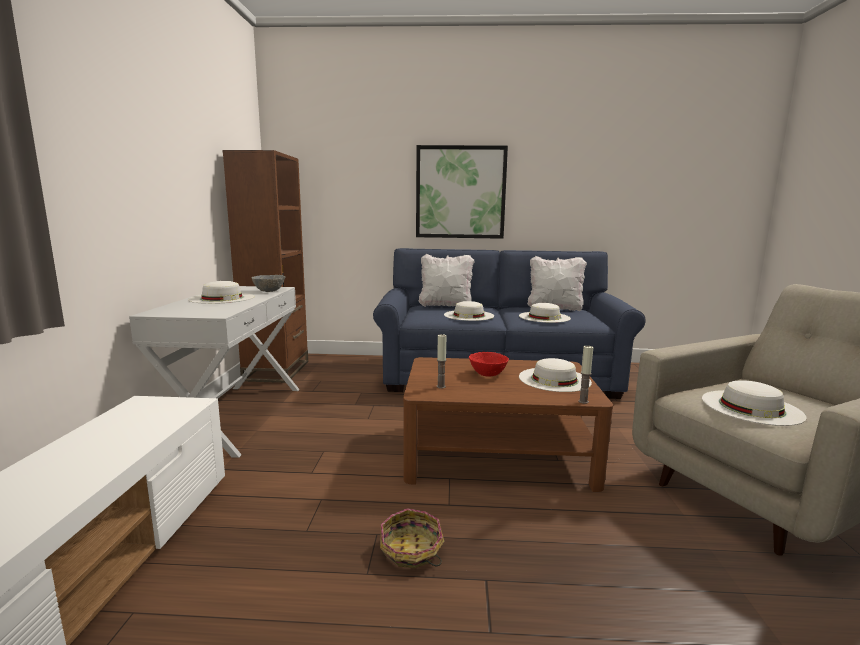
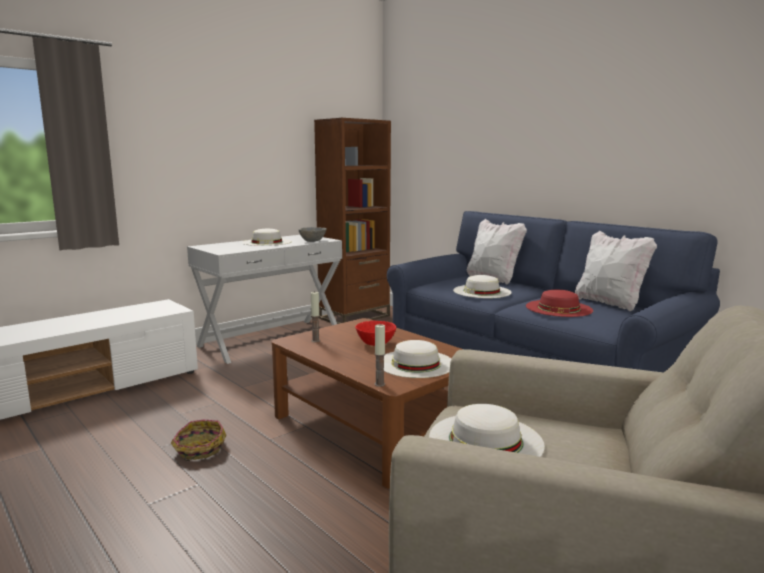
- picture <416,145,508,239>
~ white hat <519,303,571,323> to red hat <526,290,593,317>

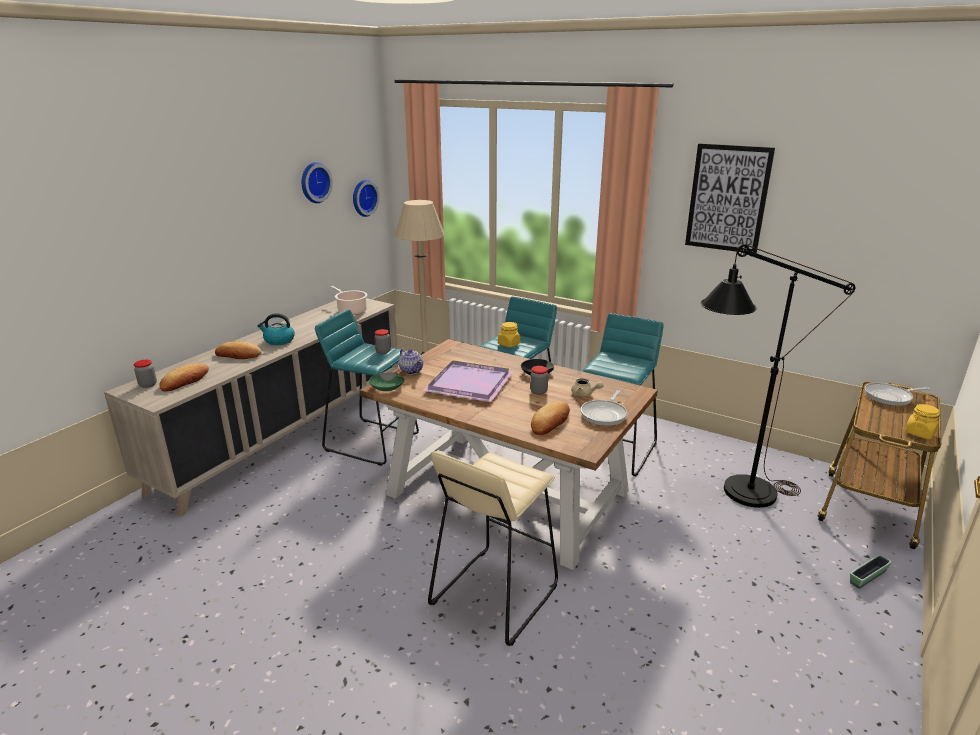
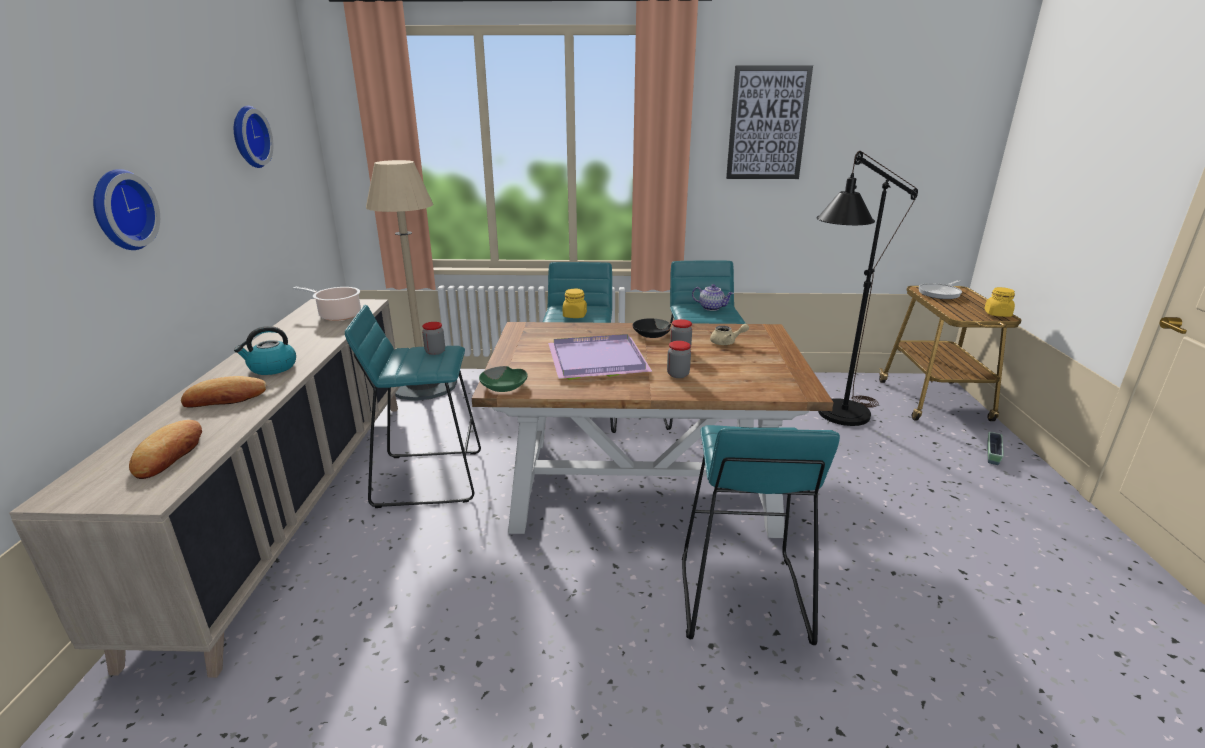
- bread <531,401,570,435>
- frying pan <581,390,627,426>
~ jar <134,360,157,388> to <667,341,691,378>
~ wall clock <353,179,379,217> to <93,169,160,250>
~ teapot <399,349,423,375> to <692,284,734,311>
~ beige stool <428,451,558,646> to turquoise stool <682,425,840,645>

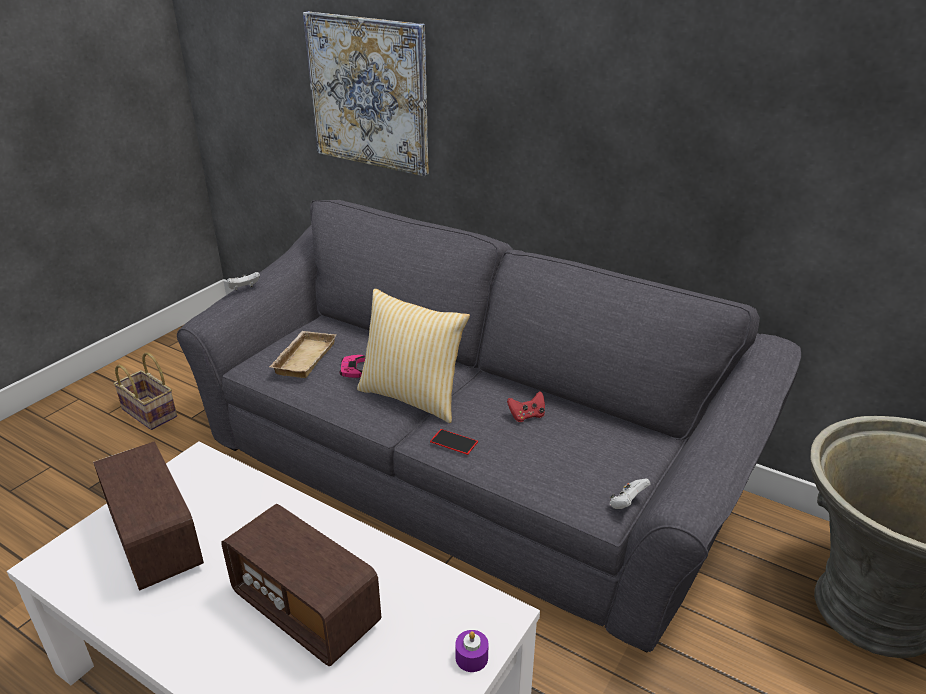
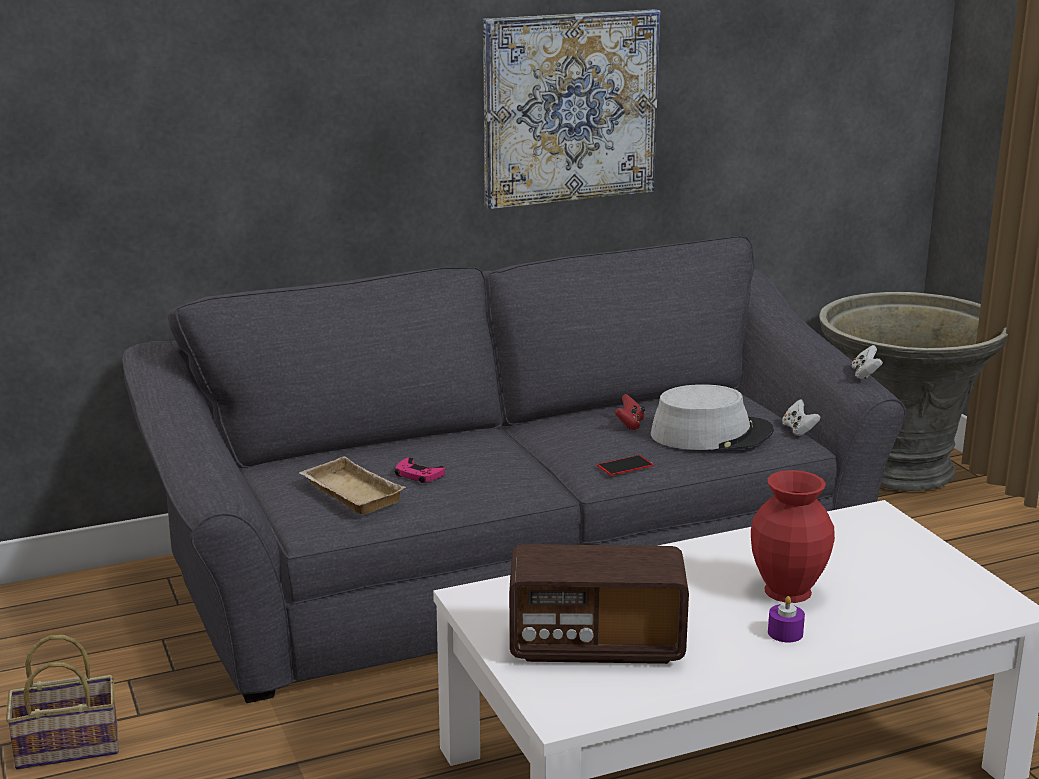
- pillow <357,289,470,423>
+ grey hat <651,384,774,450>
~ white game controller <227,272,260,290> to <852,345,883,379>
~ picture <303,11,429,176> to <483,9,660,209>
~ purple candle <455,630,488,672> to <768,596,805,642>
~ radio <221,504,381,666> to red vase <751,470,835,603>

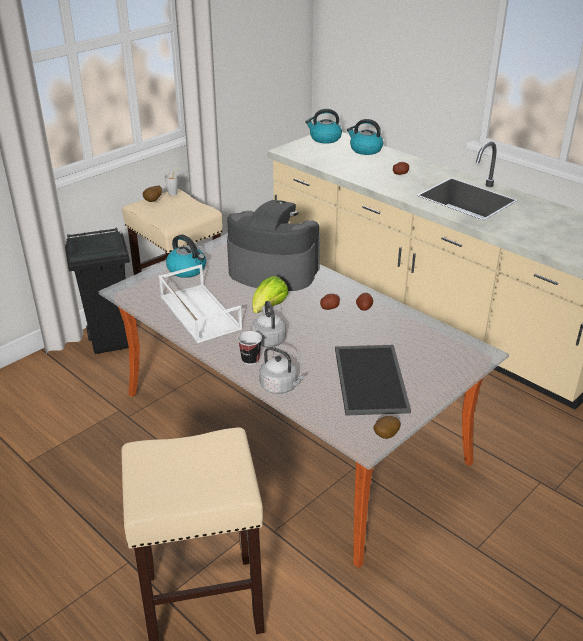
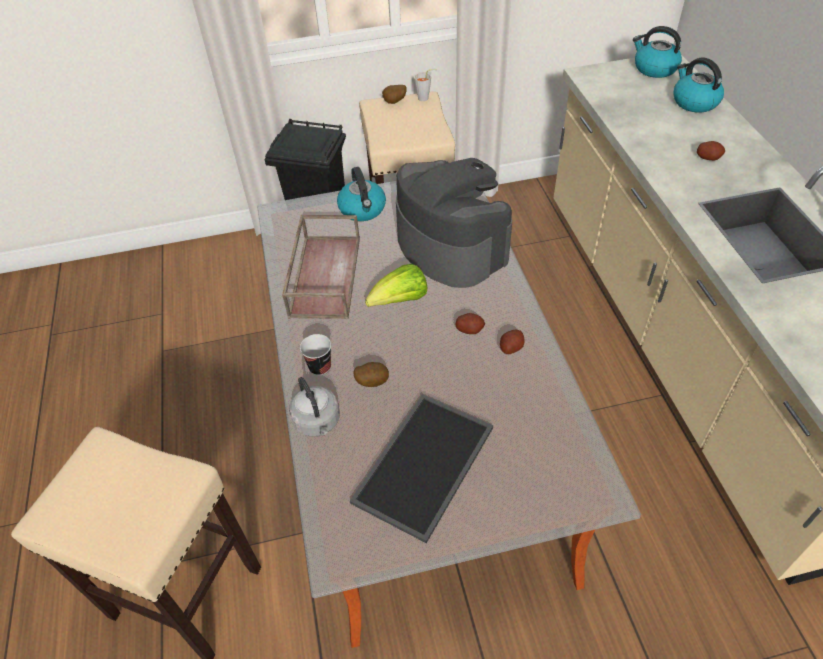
- grey kettle <251,301,286,347>
~ potato <373,416,401,439> to <353,362,389,387>
~ white tray <158,265,242,344> to brown tray <282,215,360,319>

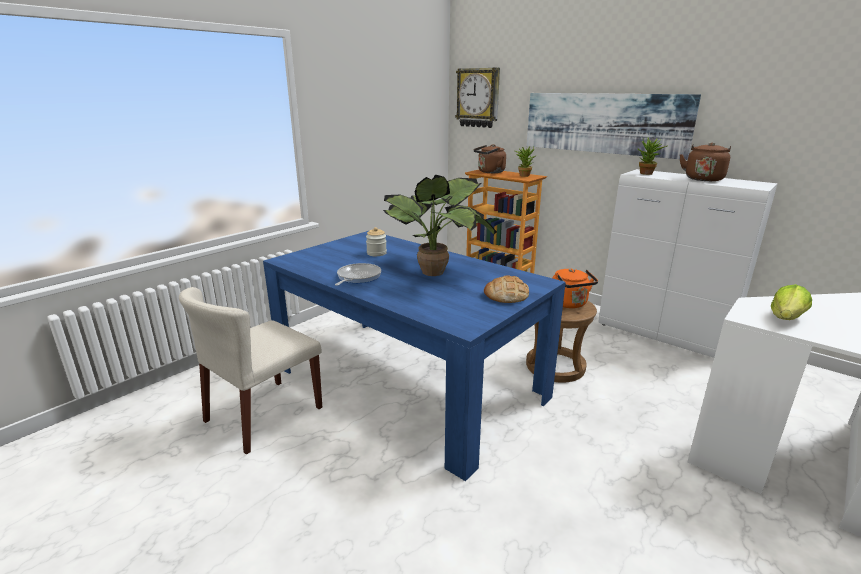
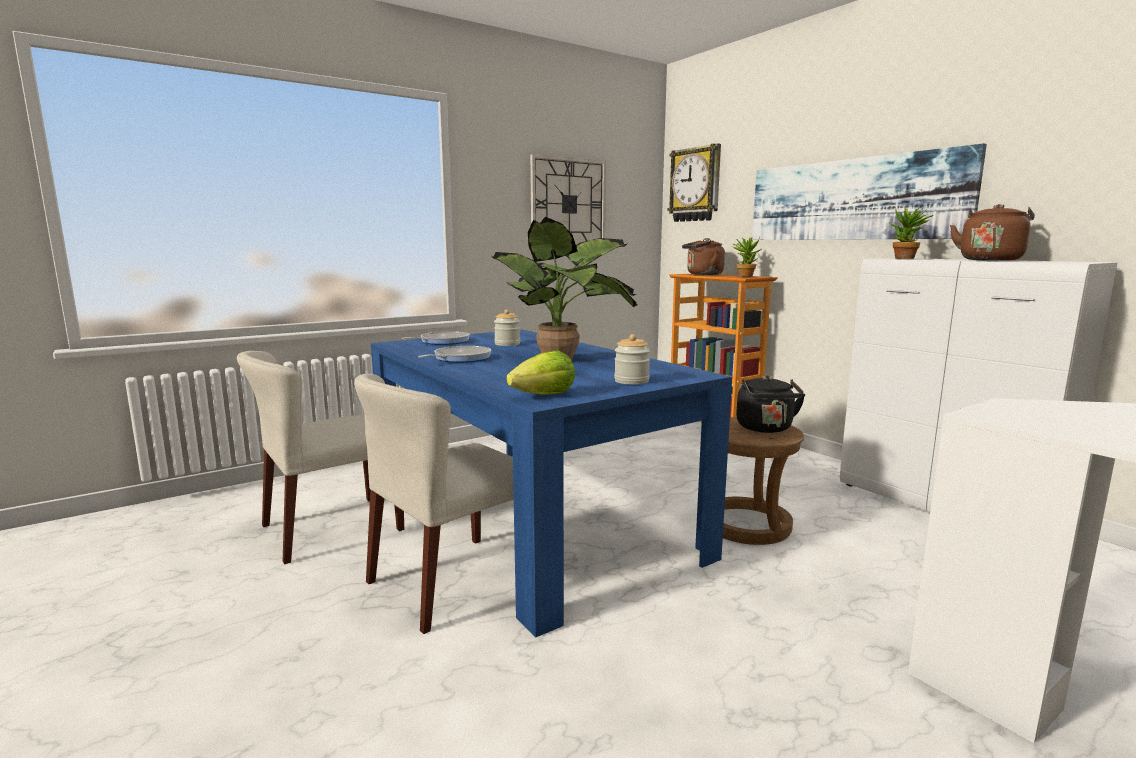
+ beige chair <354,374,514,634>
+ frying pan <401,331,470,345>
+ wall clock <530,154,606,245>
~ lettuce <771,284,812,320> to <506,351,575,395>
~ bread <484,275,529,303> to jar <614,334,650,385>
~ orange kettle <552,269,598,308> to black kettle <736,376,805,433>

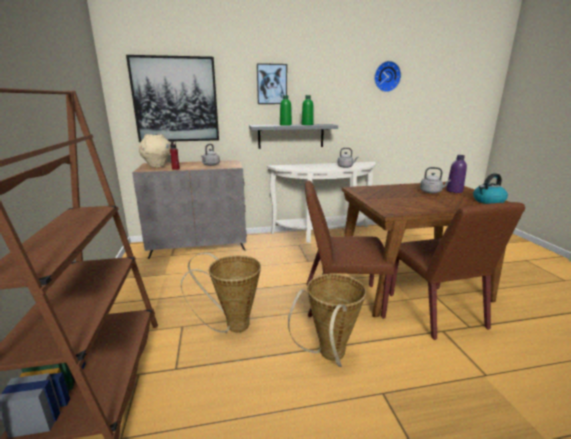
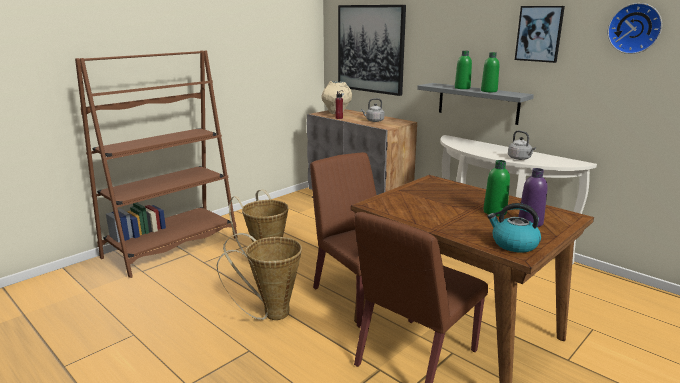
~ picture <257,63,287,104> to <515,6,565,63>
~ grey kettle <420,167,451,194> to green bottle <483,160,510,216>

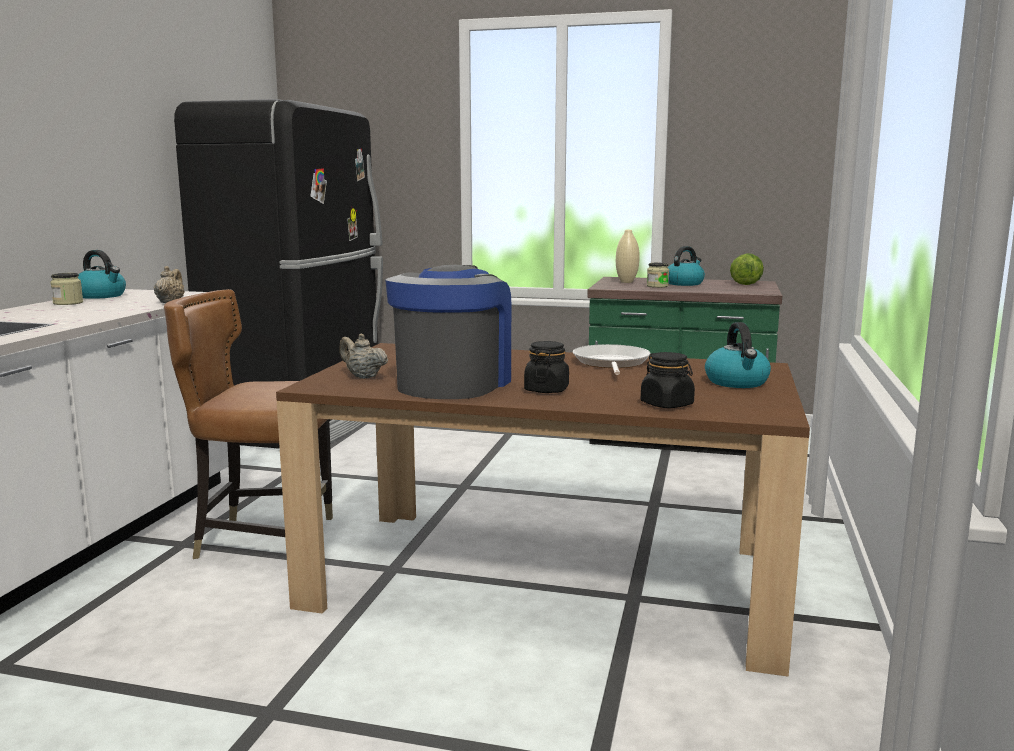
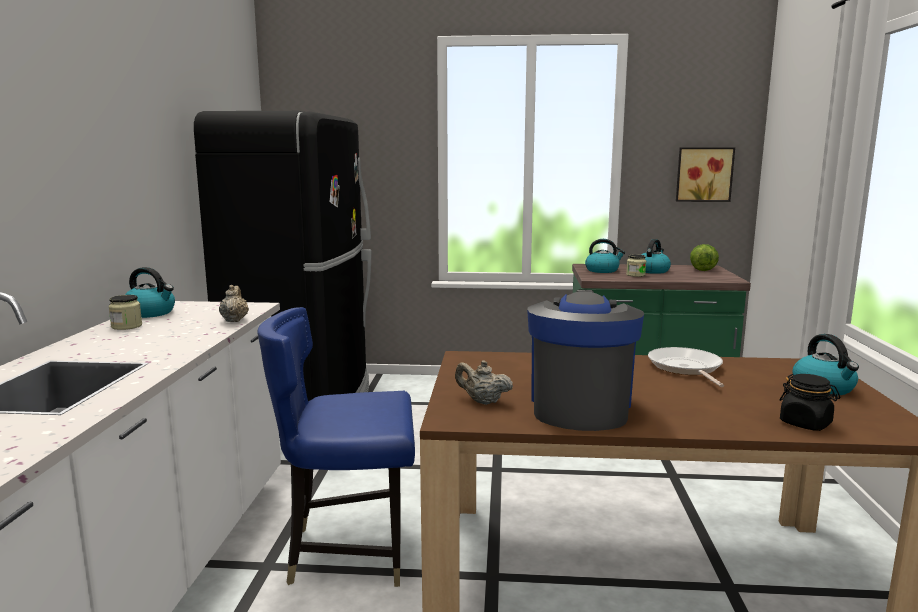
- black jar <524,341,569,393>
+ picture <676,147,735,202>
~ beige vase <616,230,640,283> to kettle <585,239,625,273>
~ brown chair <164,289,333,559> to blue chair <257,307,415,587>

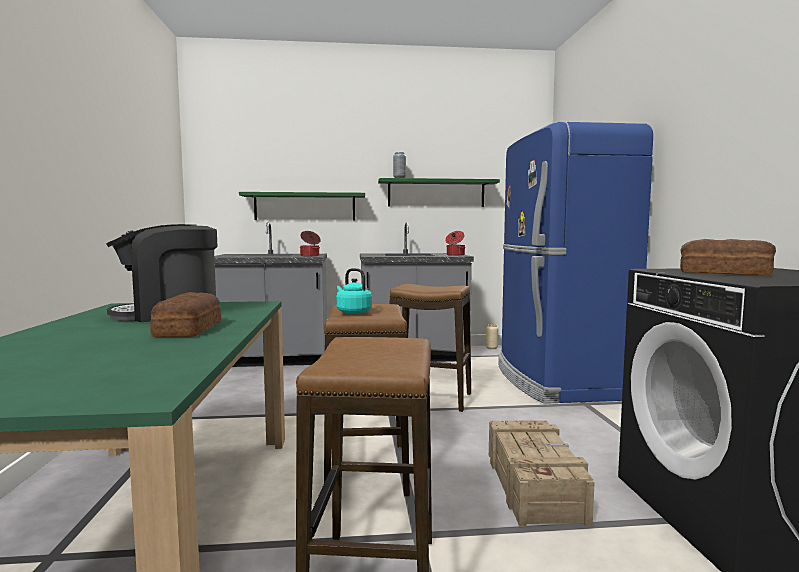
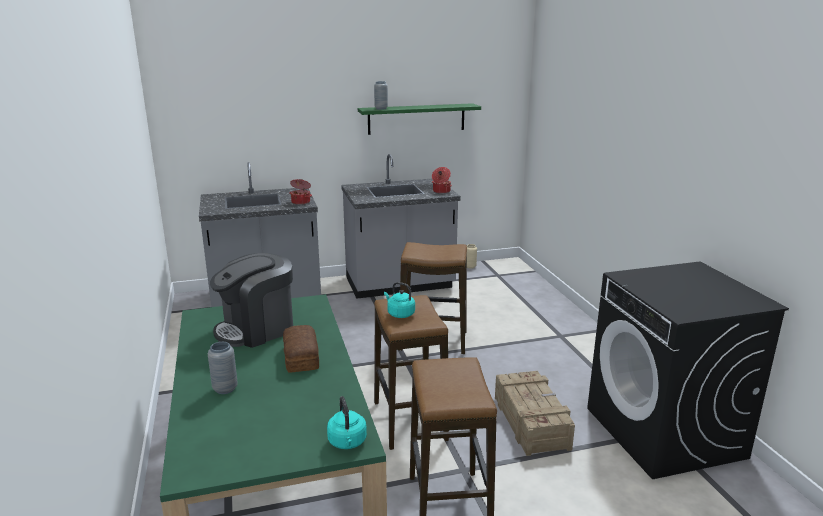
- green shelf <239,192,365,220>
- blue fridge <498,122,653,404>
- bread <680,239,776,275>
+ grey vase <208,342,238,394>
+ turquoise kettle <327,396,367,449>

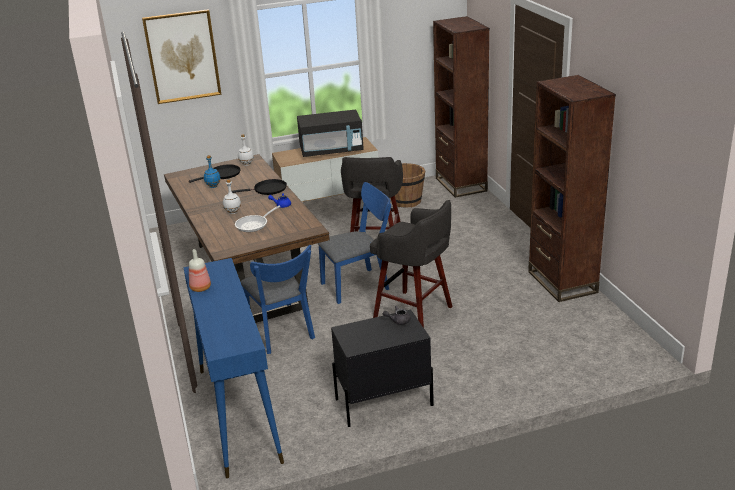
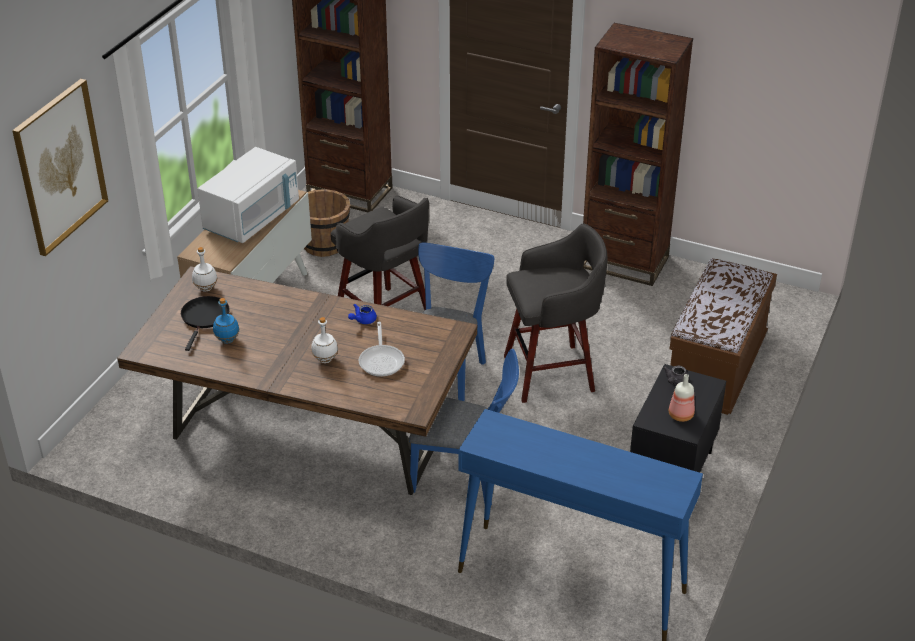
- black frying pan <232,179,287,195>
+ brown bench <670,258,777,415>
~ bottle <189,249,211,292> to <669,374,695,422>
~ black microwave <297,110,364,157> to white microwave <197,147,299,243>

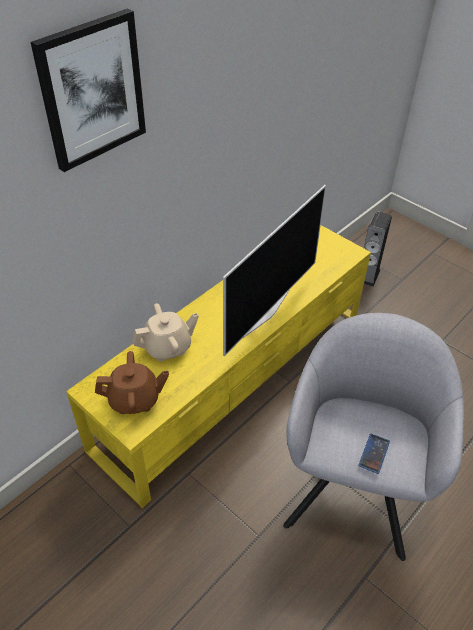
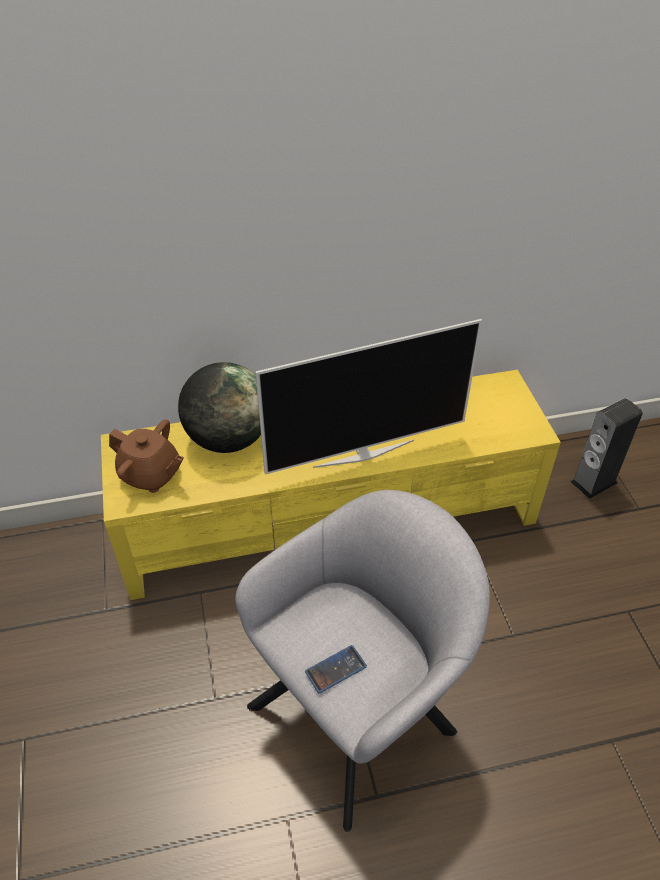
- picture <30,9,146,172>
~ beige teapot <133,303,199,362> to globe <178,362,261,453>

